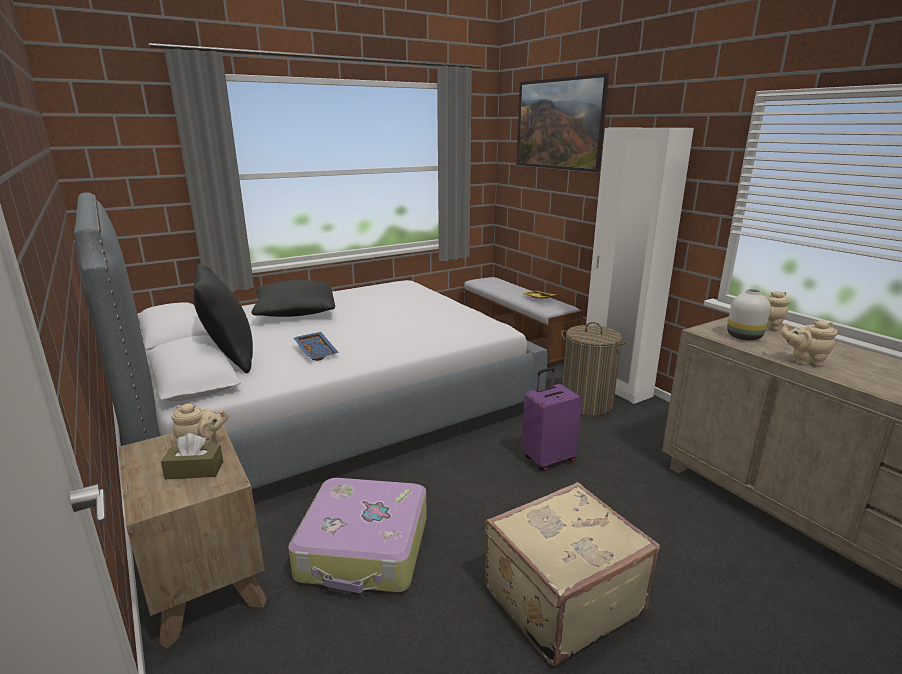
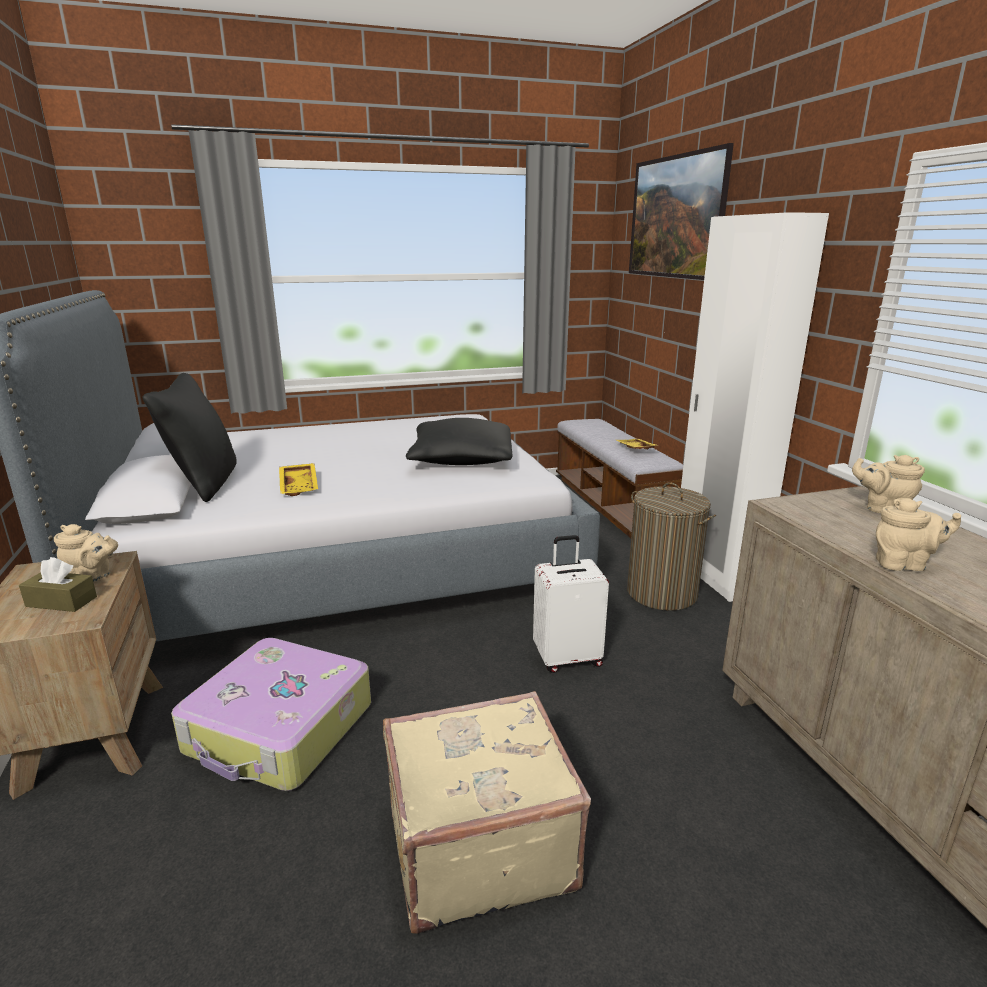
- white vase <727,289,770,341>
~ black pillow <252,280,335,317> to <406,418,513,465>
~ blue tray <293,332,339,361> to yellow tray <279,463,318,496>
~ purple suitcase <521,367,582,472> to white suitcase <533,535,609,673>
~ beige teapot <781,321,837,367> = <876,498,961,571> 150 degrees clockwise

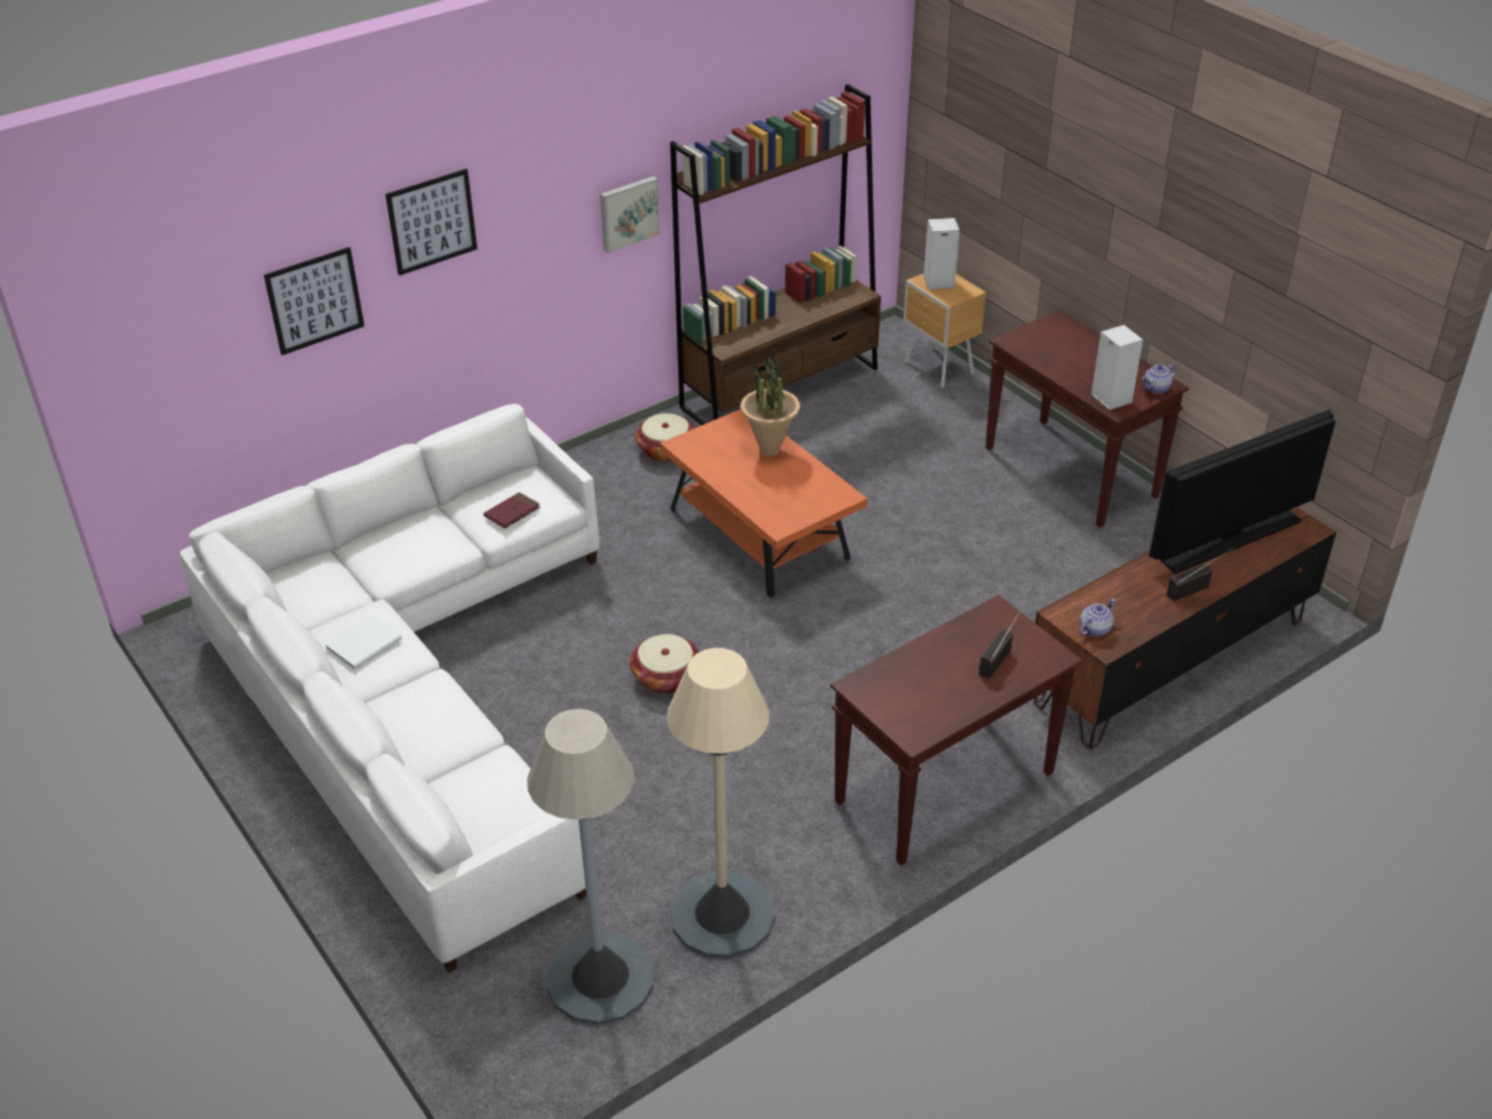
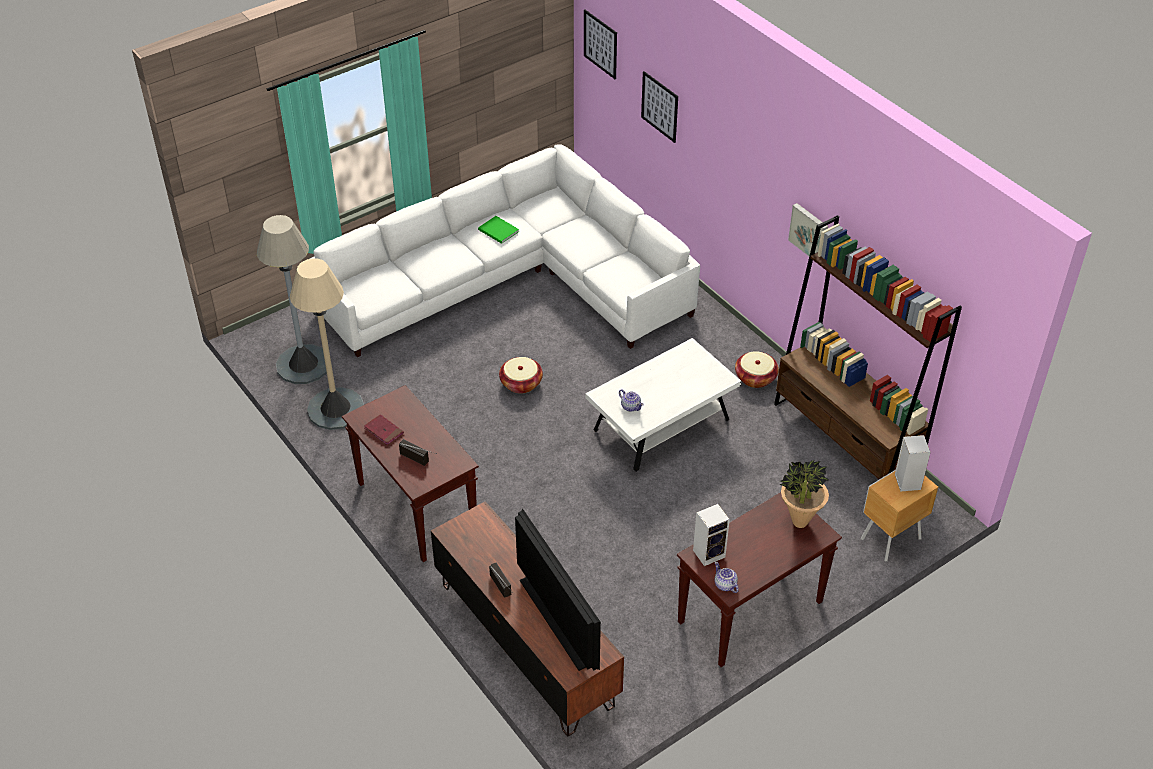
~ picture <385,169,477,276> to <584,10,617,79>
~ red book <484,492,540,528> to <364,414,404,445>
~ potted plant <741,351,800,456> to <780,460,829,528>
~ teapot <1080,599,1115,637> to <619,389,644,412>
~ white book <325,615,402,670> to green book <478,216,519,244>
~ orange coffee table <660,409,868,598> to white coffee table <586,338,741,472>

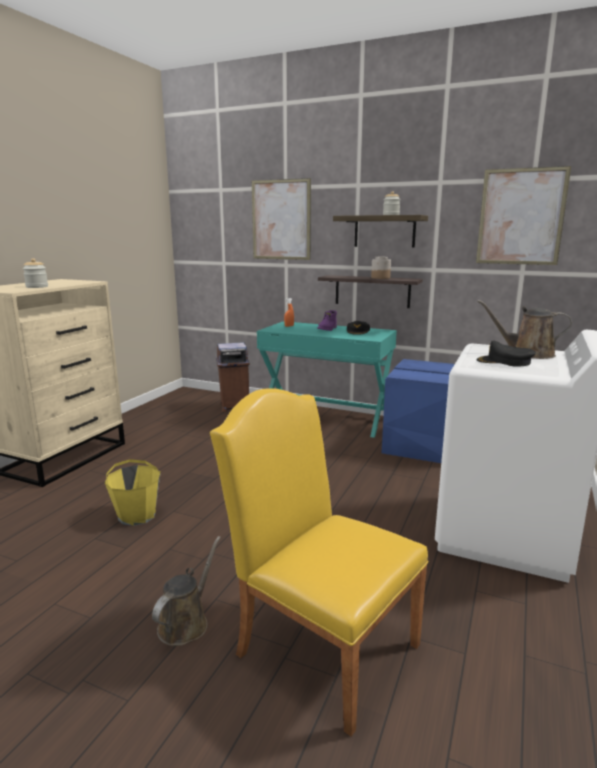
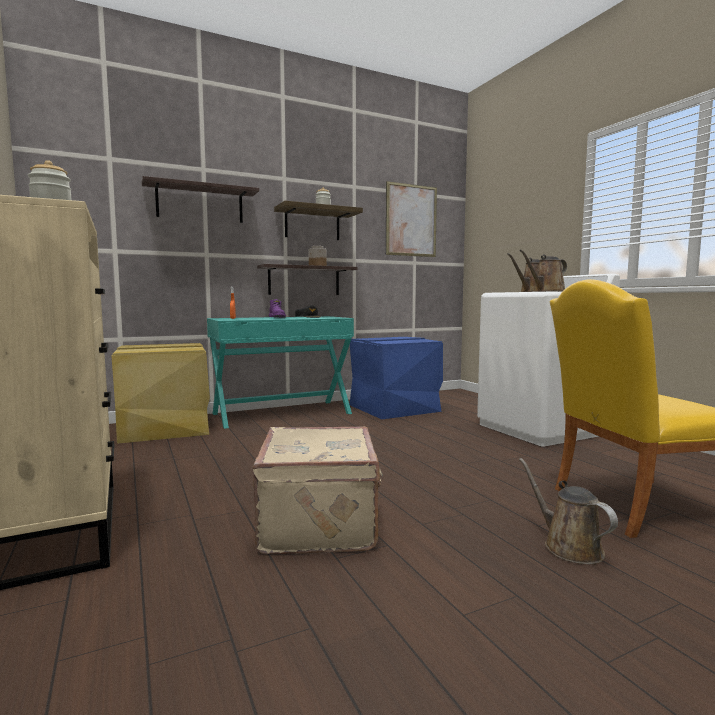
~ yellow bucket <105,459,161,526> to beige suitcase <252,426,383,554>
~ brown trash can <216,342,250,412> to beige storage box <112,343,210,444>
~ picture <252,178,311,260> to shelf <142,176,259,223>
~ black cap <476,341,536,366> to brown watering can <519,250,567,292>

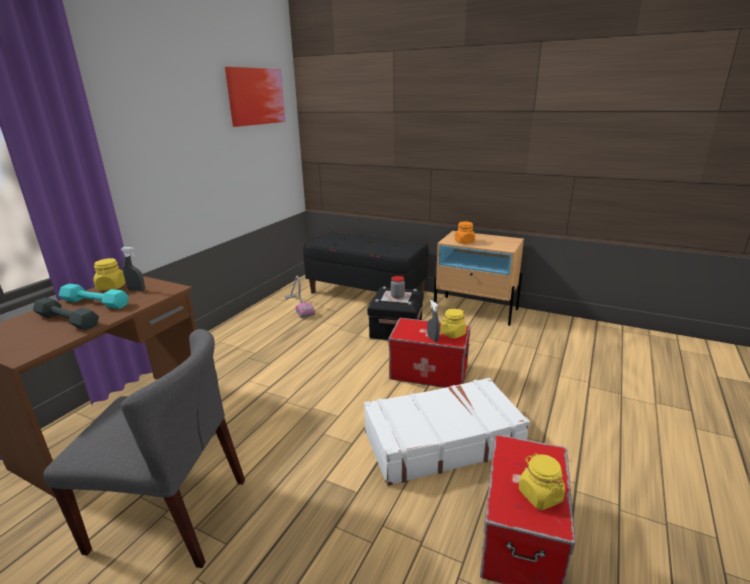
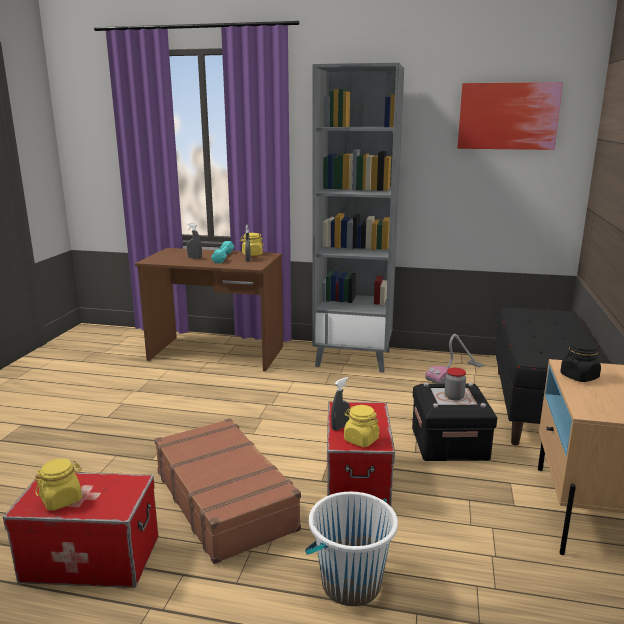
- grey chair <43,329,245,568>
+ white bucket <305,492,398,606>
+ grey bookcase <312,63,404,373>
~ grey dumbbell <33,297,99,330> to grey spray bottle <187,223,202,259>
~ white suitcase <364,377,530,486> to brown suitcase <154,418,301,564>
~ orange jar <455,222,475,244> to black jar <560,341,601,382>

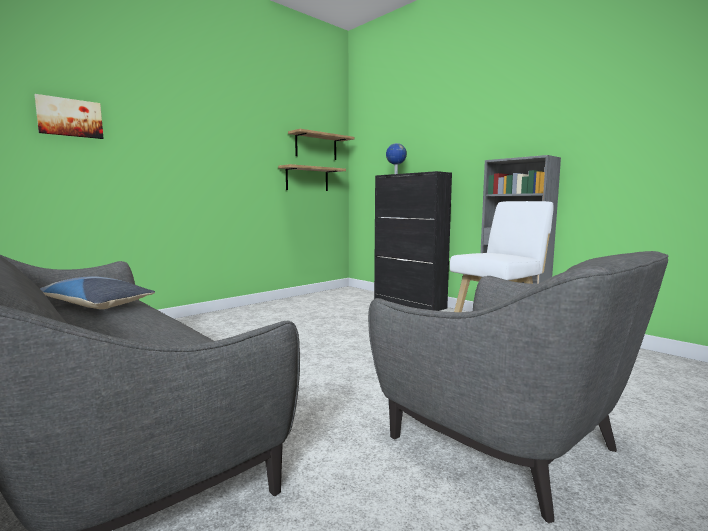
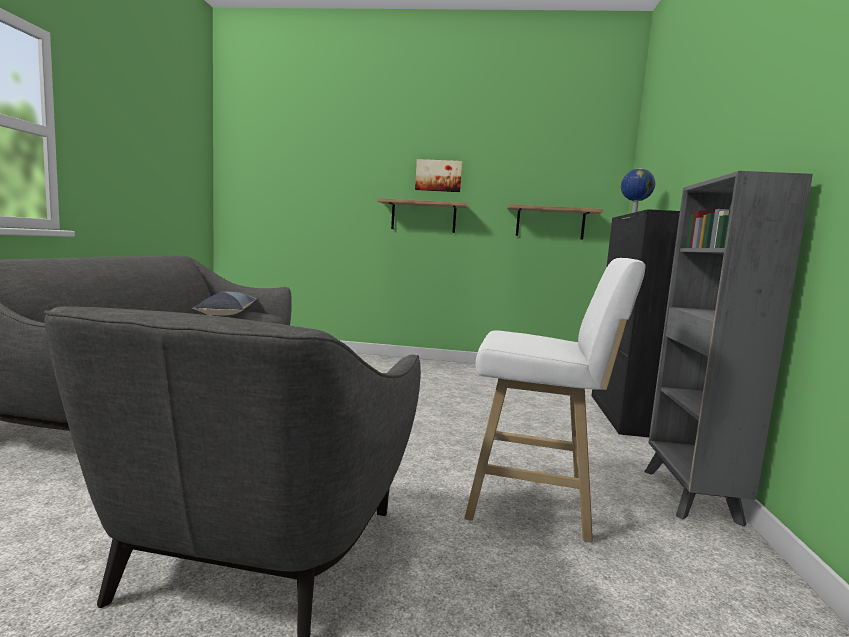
~ picture <35,94,103,139> to <415,159,462,192>
~ shelf <288,129,354,160> to <377,198,467,233>

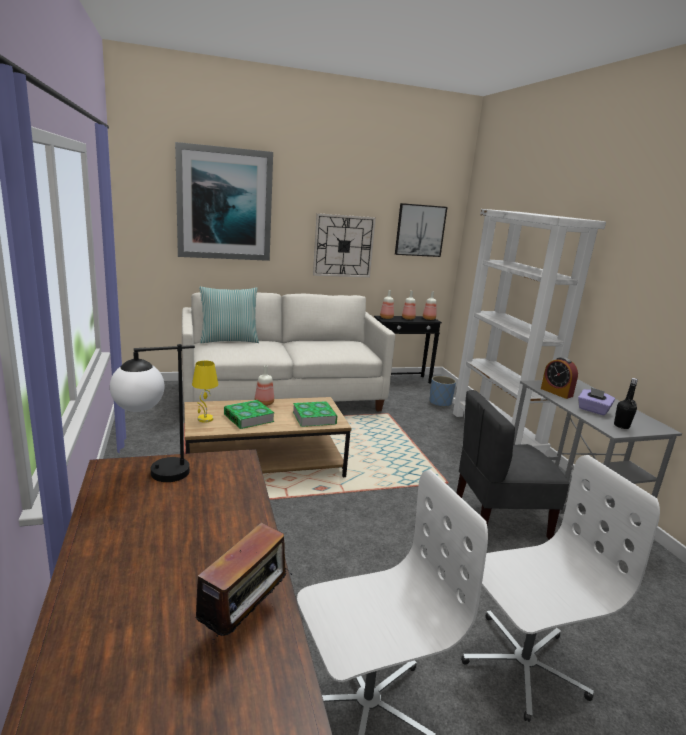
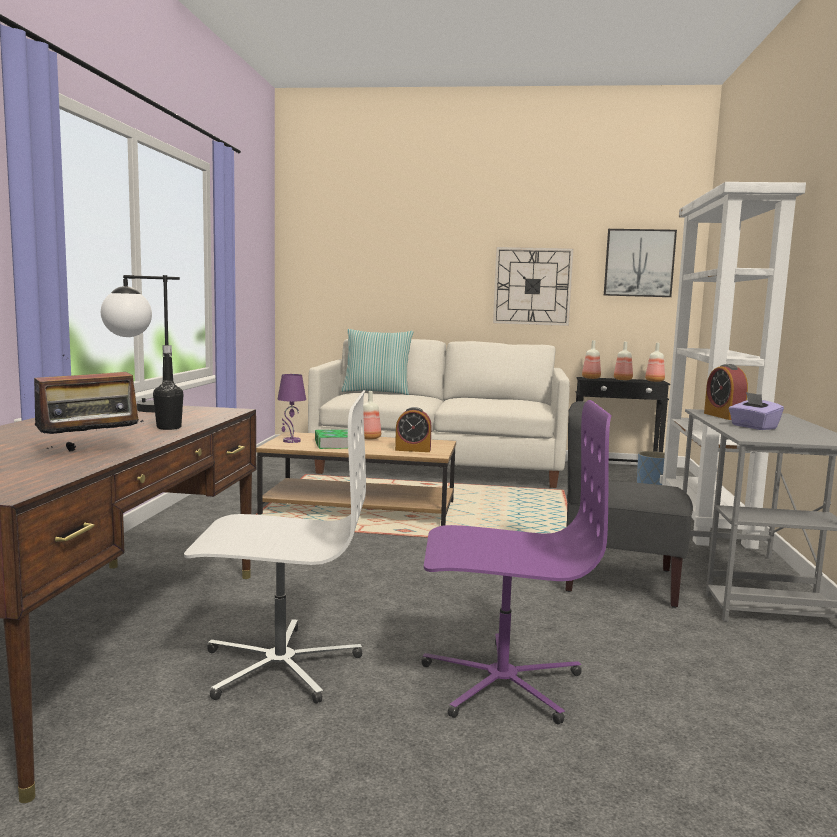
- picture <175,142,273,261>
~ black bottle <614,378,638,429> to <153,345,183,430>
~ book <293,401,337,427> to alarm clock <395,407,432,452>
~ yellow table lamp <192,361,218,423> to purple table lamp <277,374,306,443>
~ white office chair <461,455,660,722> to purple office chair <421,400,612,724>

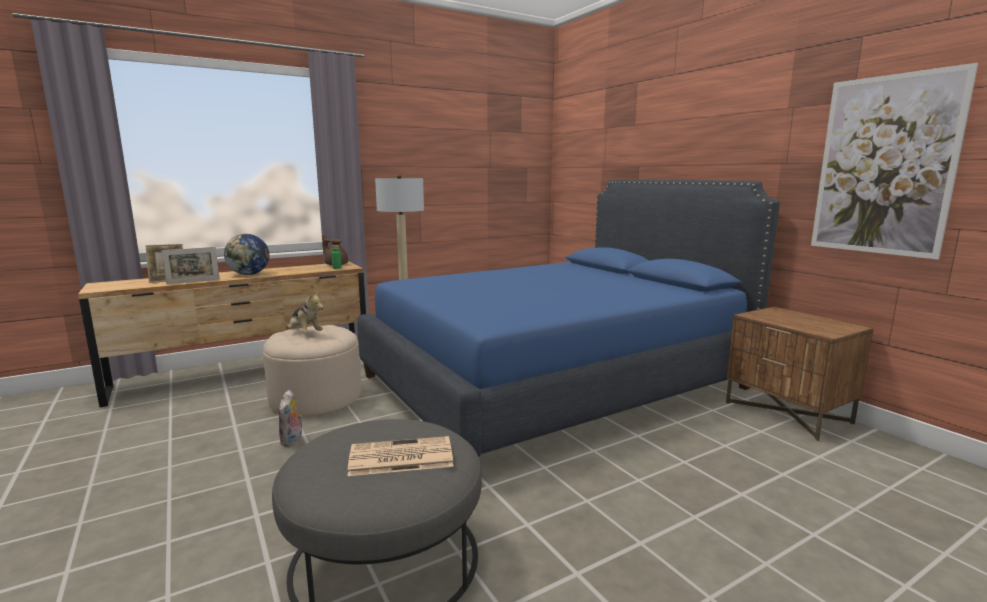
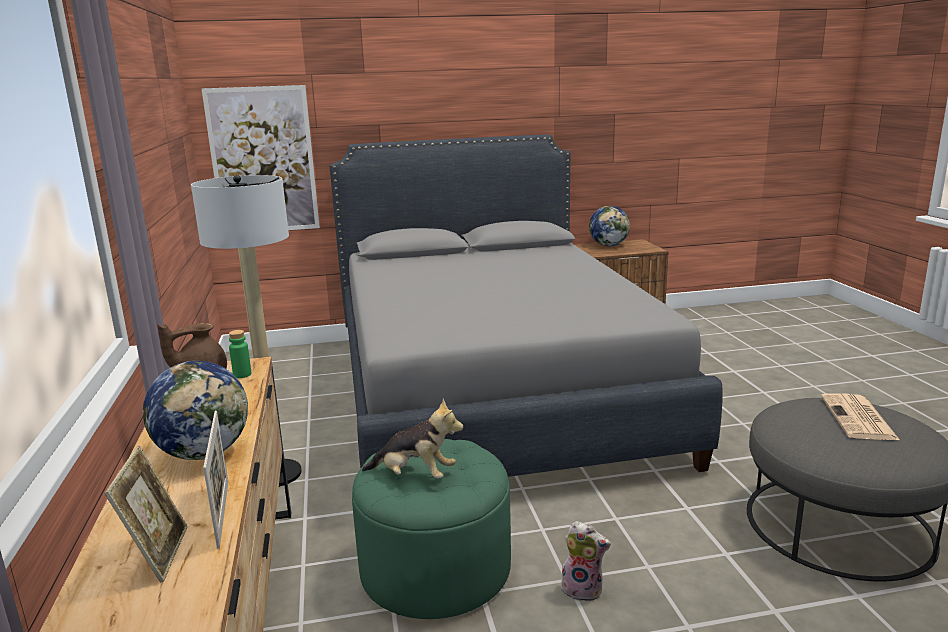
+ globe <589,206,630,246>
~ picture <811,63,978,260> to <202,85,320,230>
~ beige ottoman <263,325,361,417> to green ottoman <352,439,511,619>
~ blue bed <357,179,780,457> to grey bed <330,134,723,477>
~ plush toy <286,291,324,333> = <362,399,463,479> 45 degrees clockwise

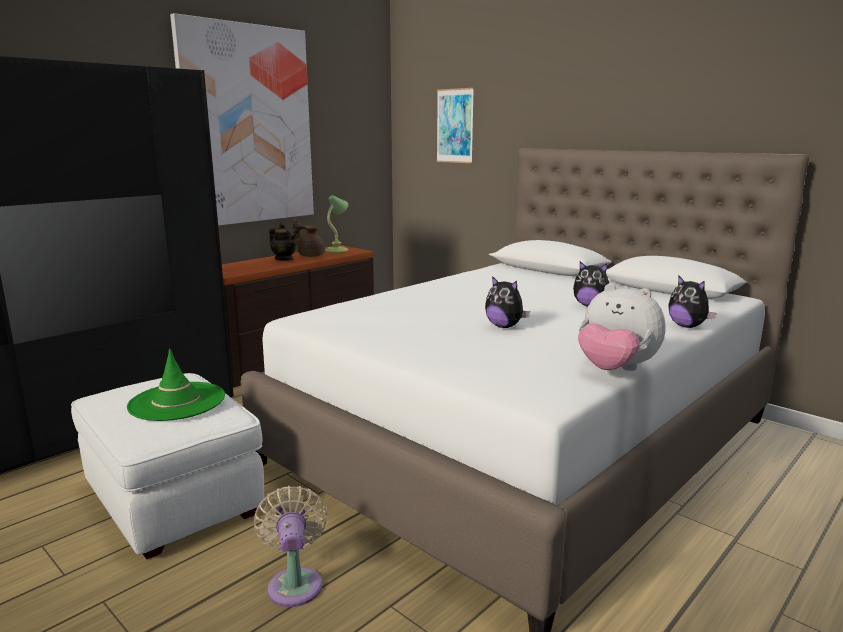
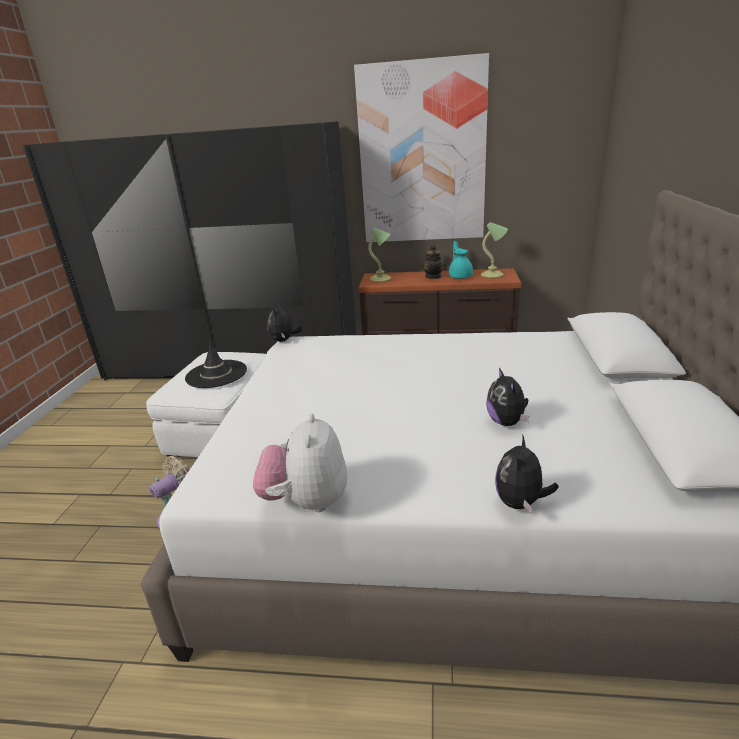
- picture <436,88,474,163>
+ table lamp <368,228,391,282>
~ plush toy <485,276,530,328> to <267,302,302,342>
~ green hat <127,348,225,421> to black hat <185,340,247,388>
~ brown teapot <293,219,325,257> to turquoise teapot <449,241,473,279>

